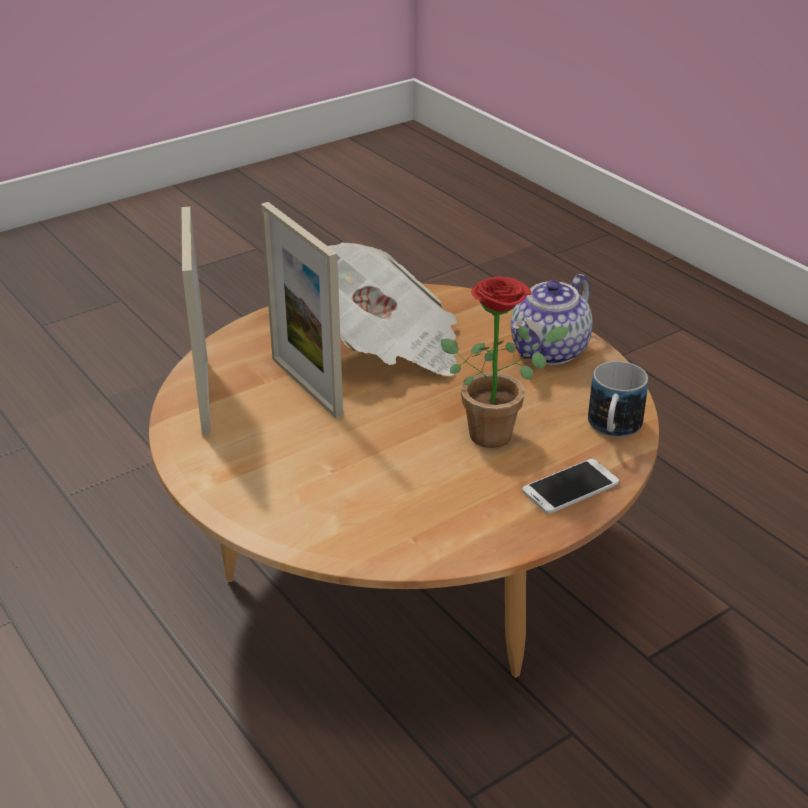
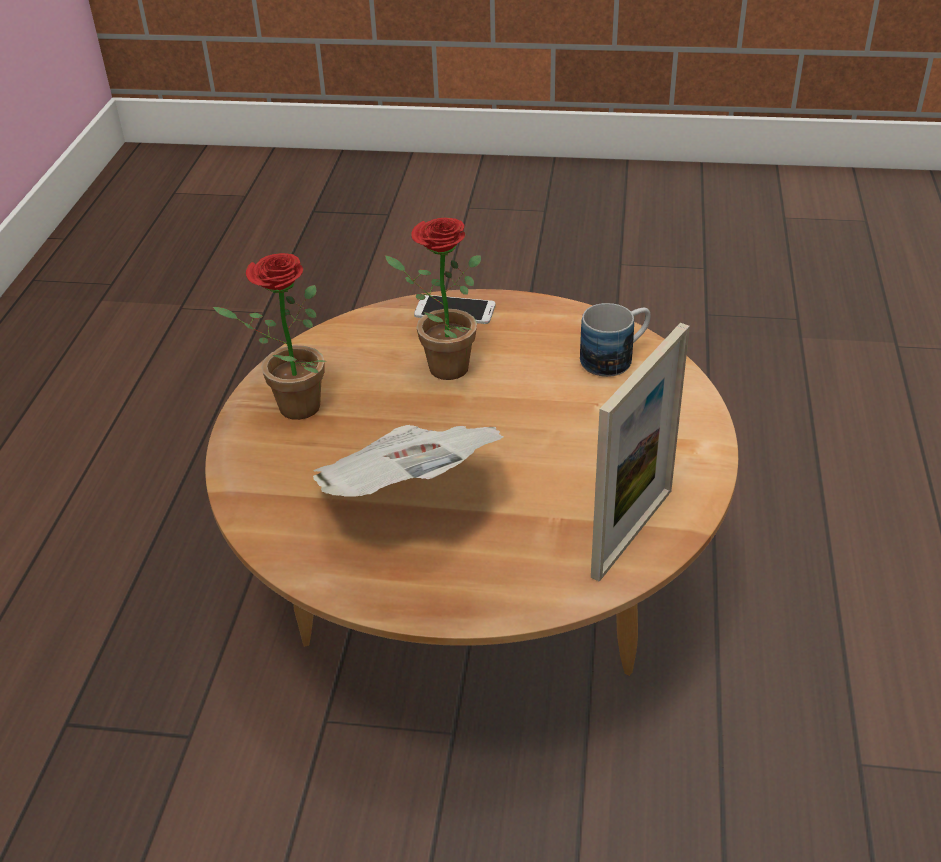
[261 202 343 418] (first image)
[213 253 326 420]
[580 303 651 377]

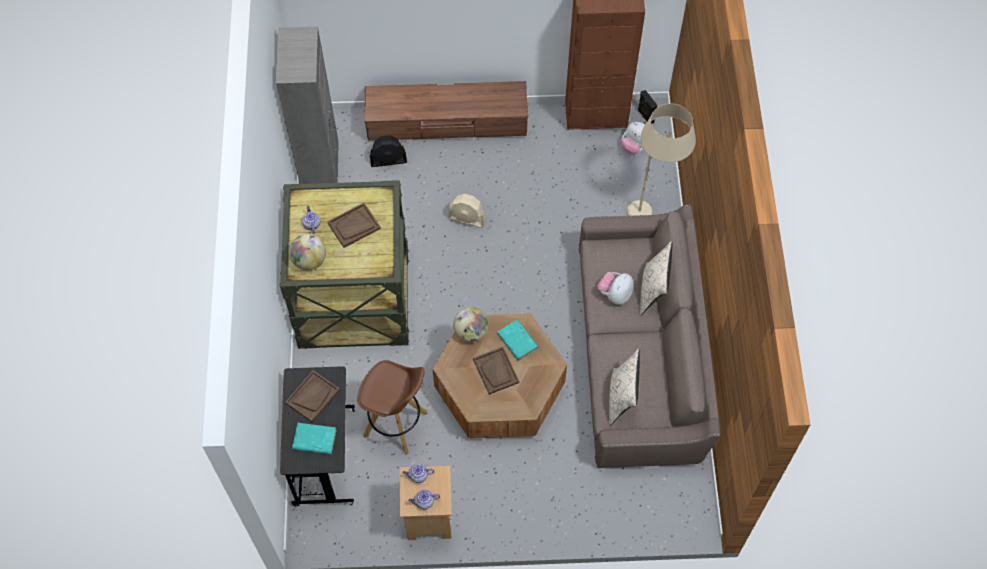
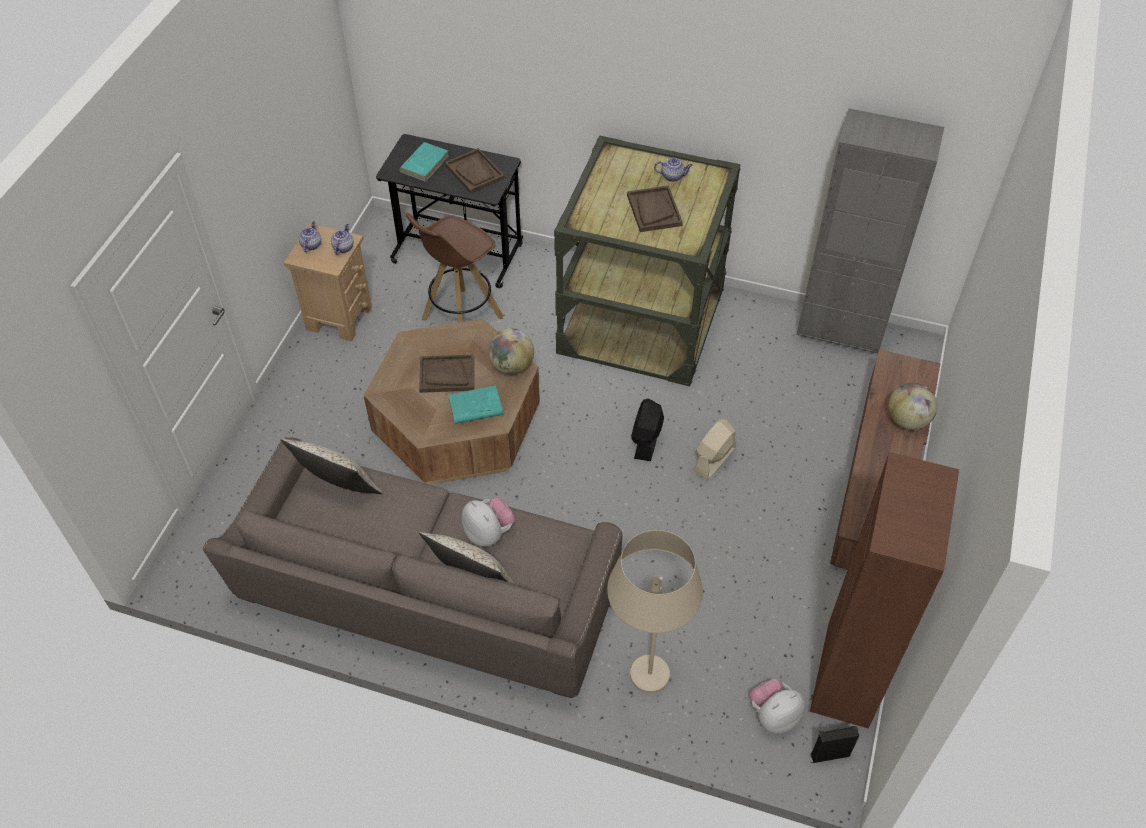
[888 383 937 430]
[631 398 664 461]

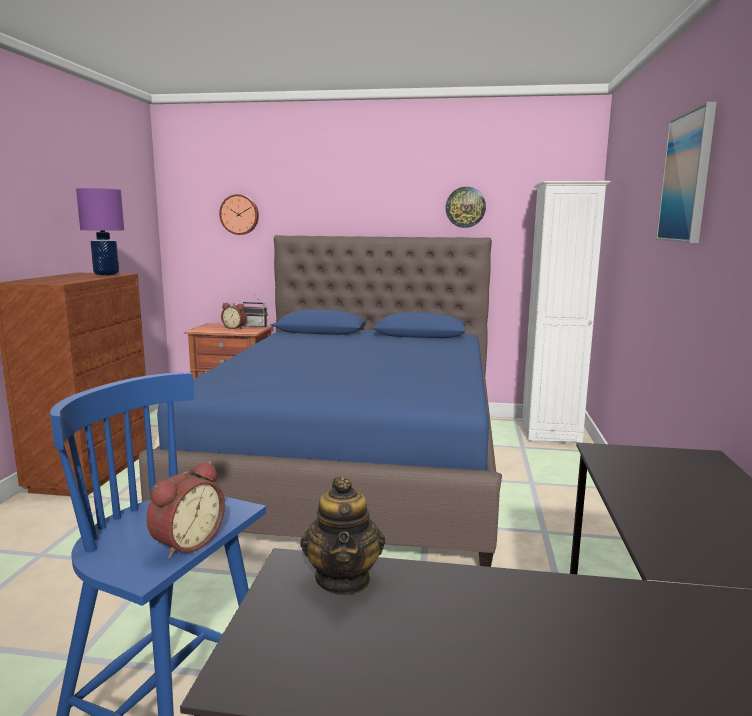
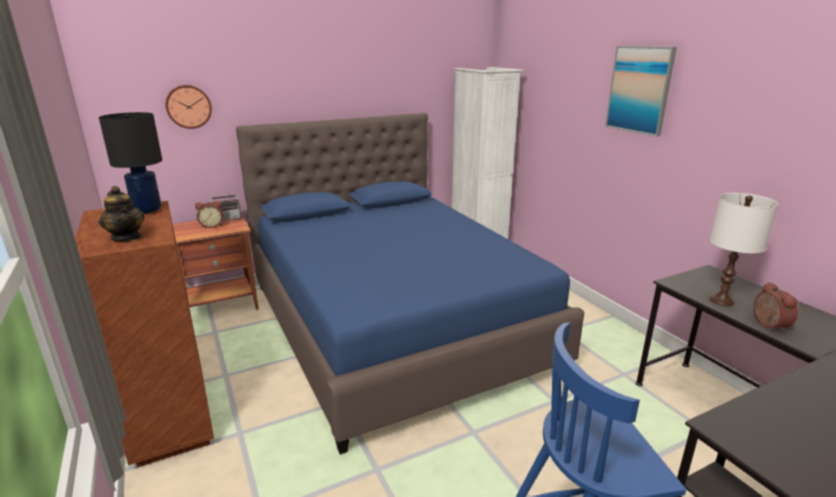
[99 112 162 214]
[754 282 798 333]
[99 186 144 241]
[445 187 486 228] (first image)
[710 193 778 306]

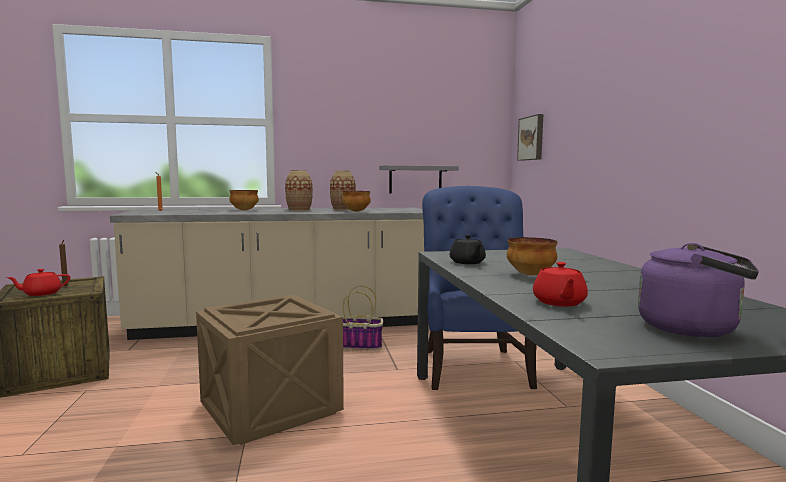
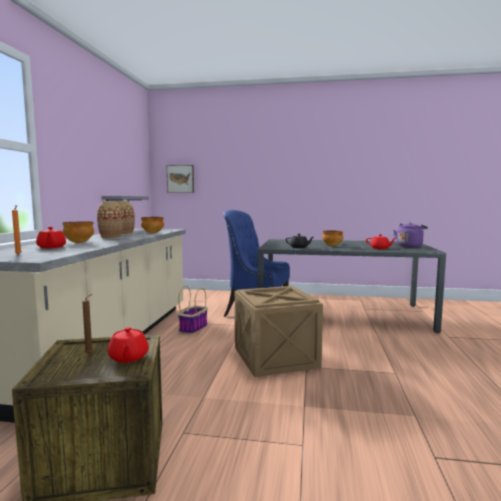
[36 227 66 248]

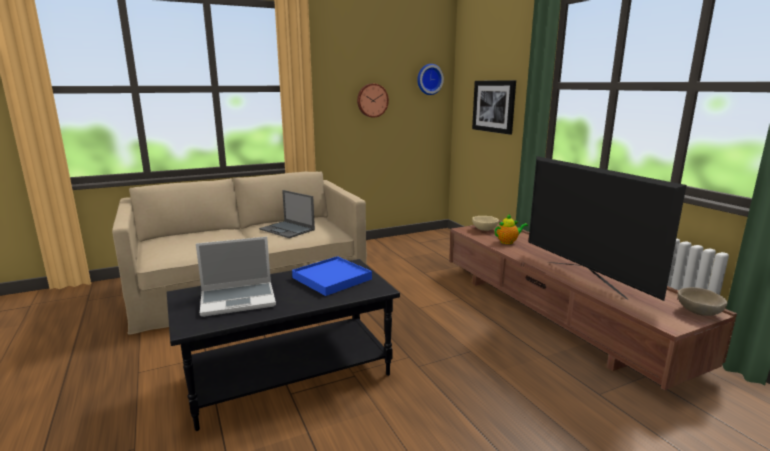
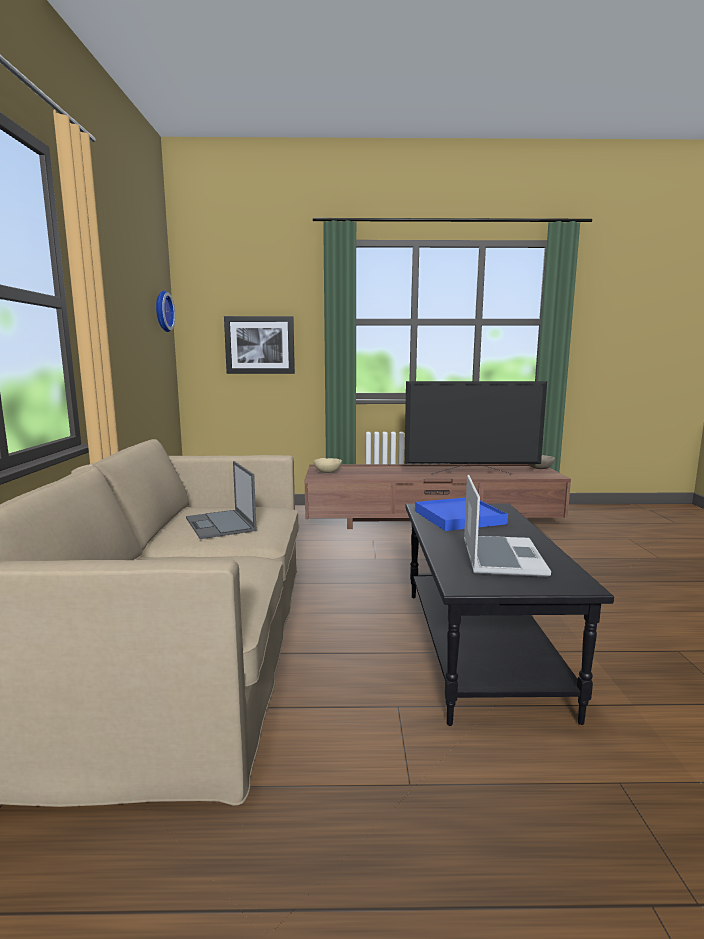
[186 461 256 539]
[357 84 389 118] (first image)
[494 214 528 244] (first image)

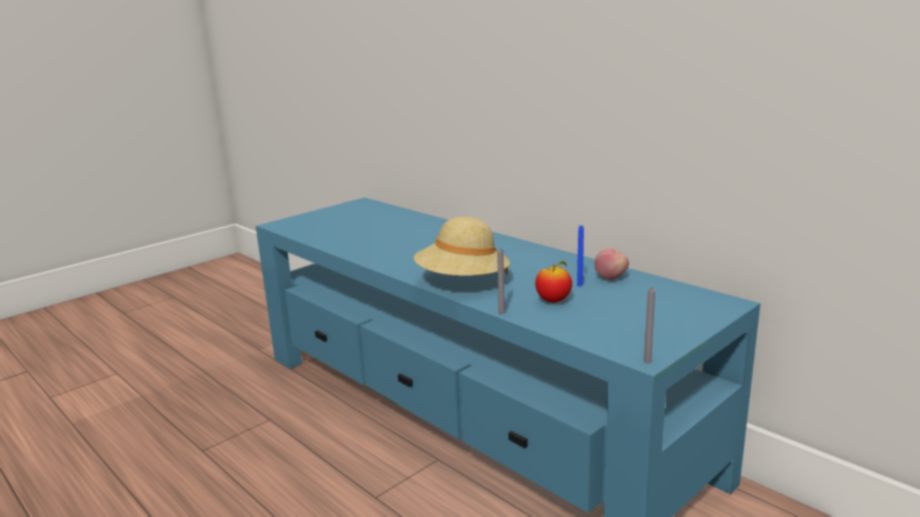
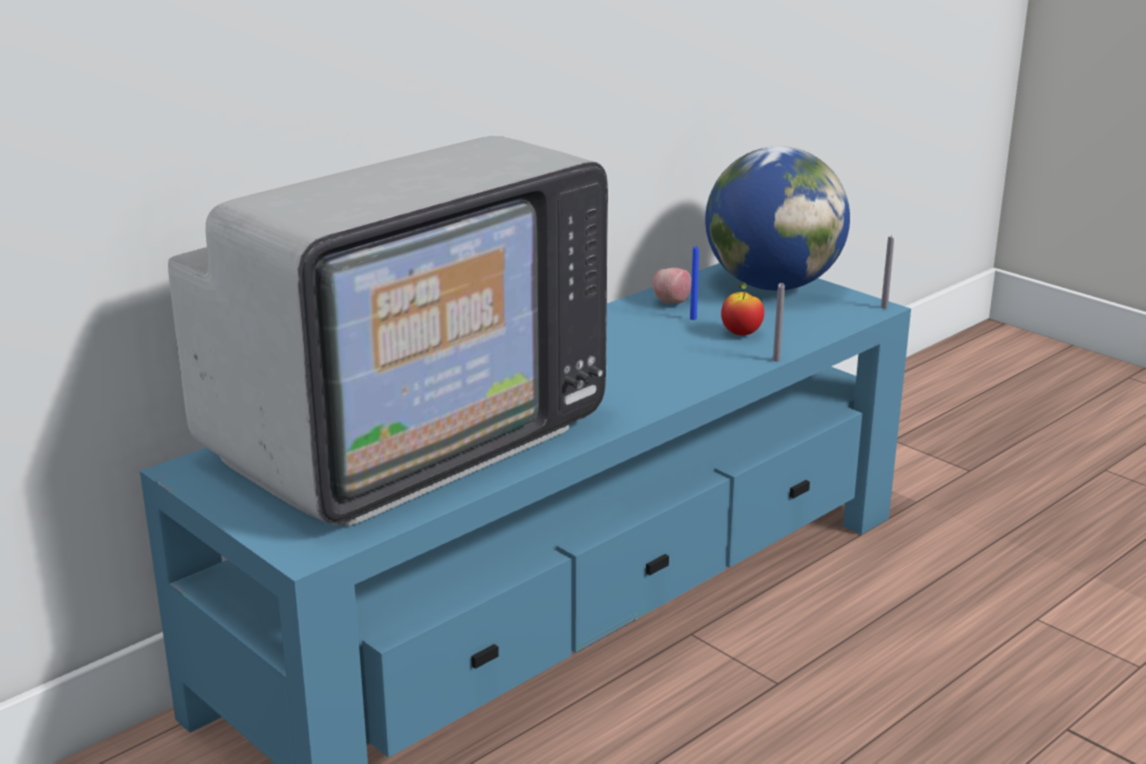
[414 217 510 276] (first image)
[168 136 608 526]
[705 146 850 291]

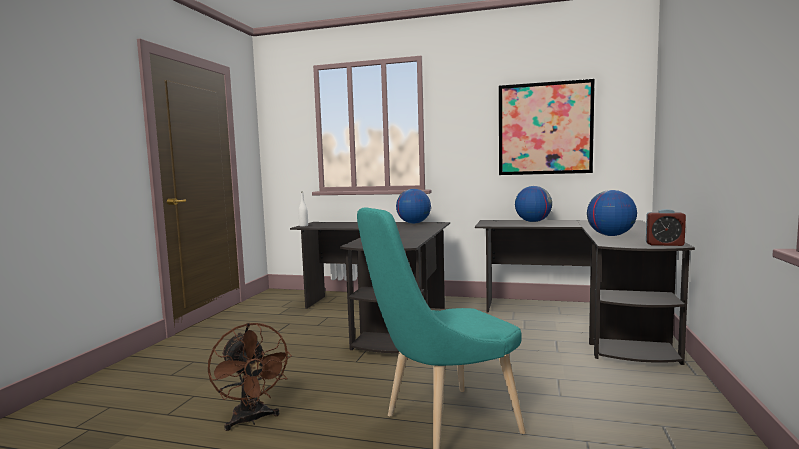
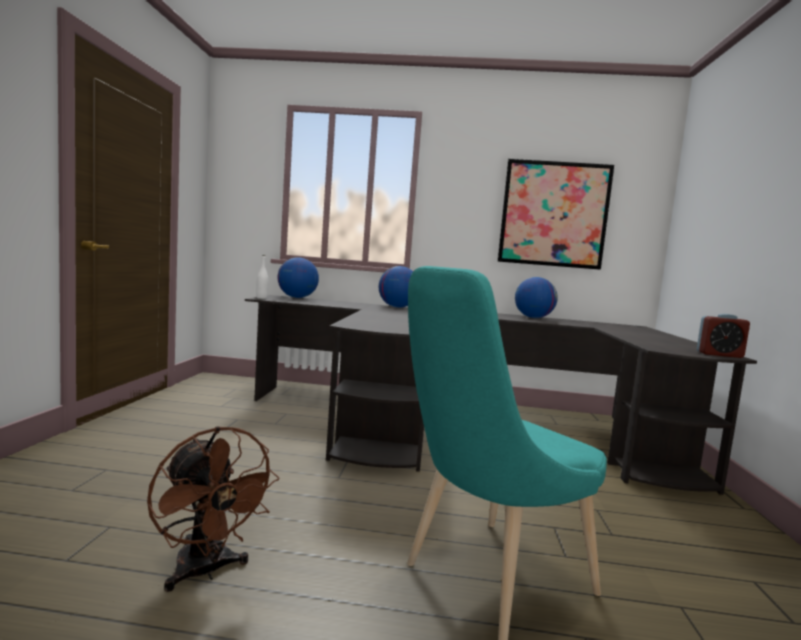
[278 257 319 298]

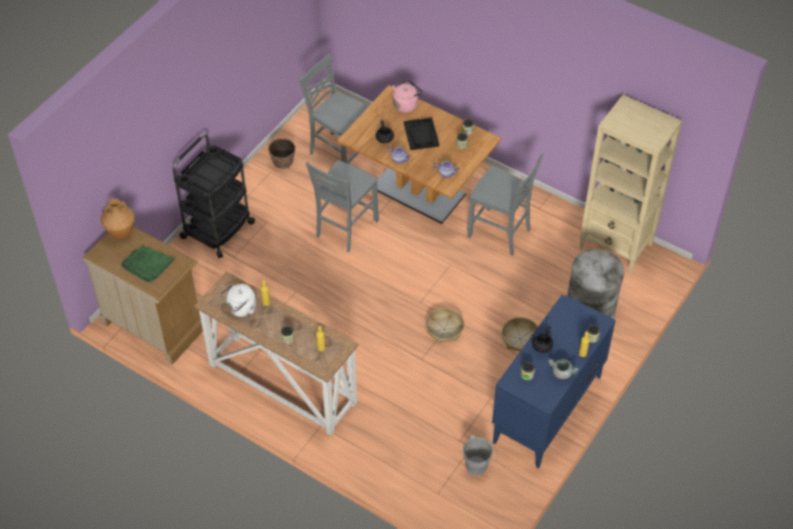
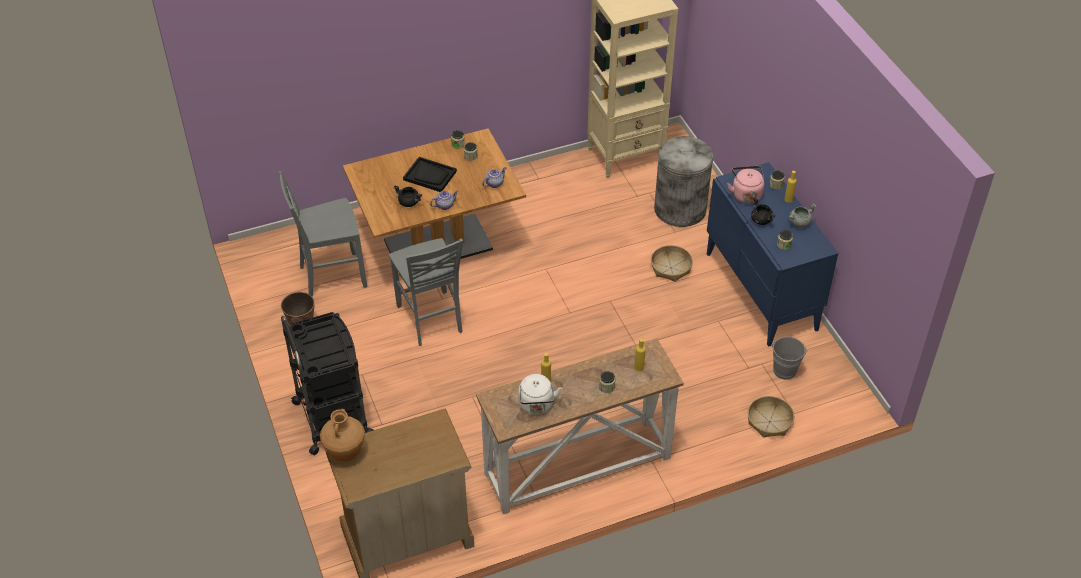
[121 245 175 282] (first image)
[727 166 764 204]
[748 396 794 438]
[467 153 544 256] (first image)

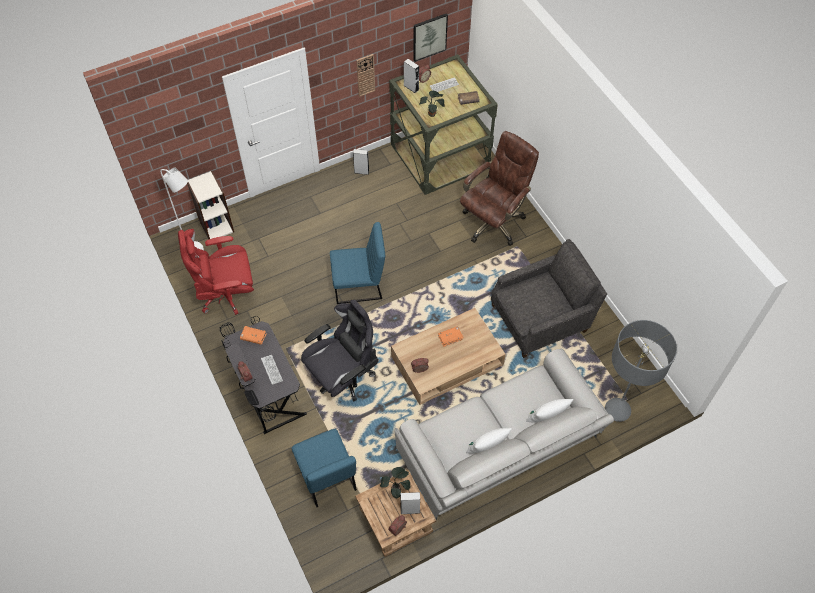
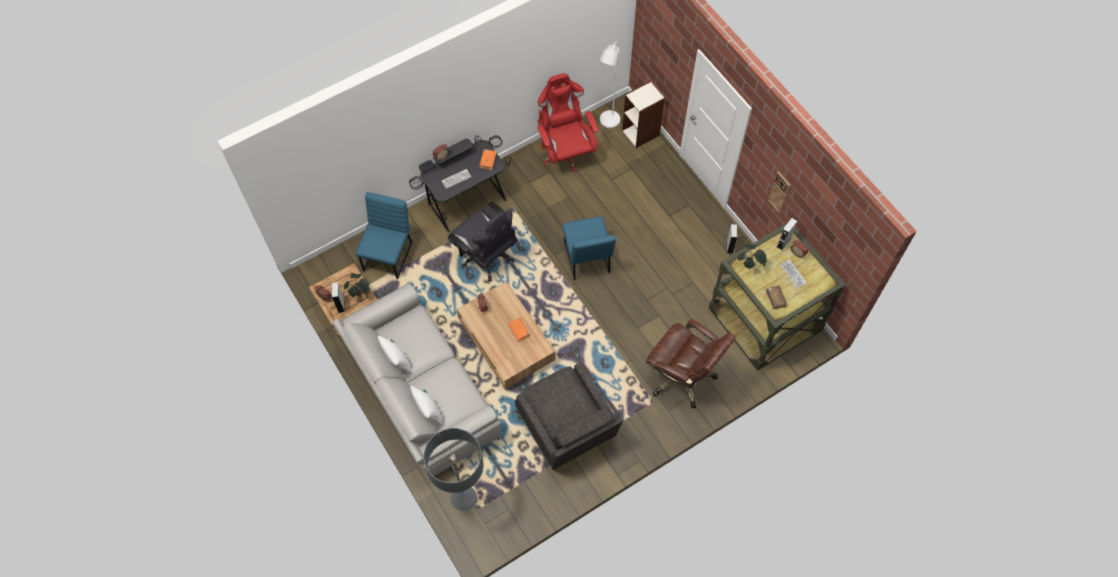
[355 192 412 279]
[413 13 448 62] (first image)

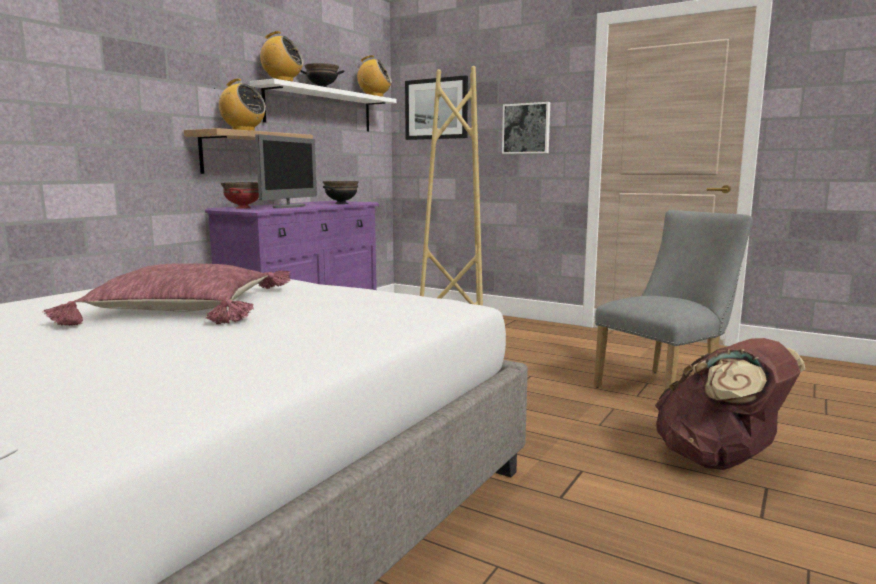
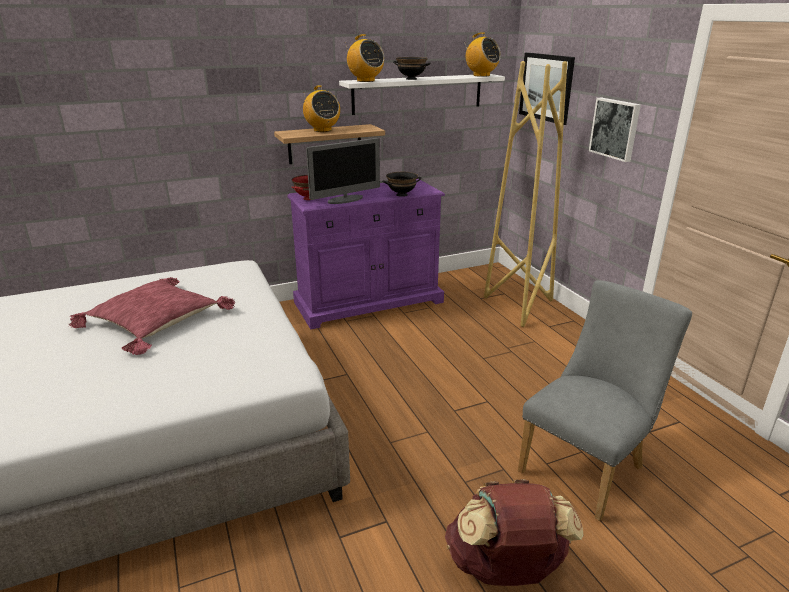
[518 280 692 521]

